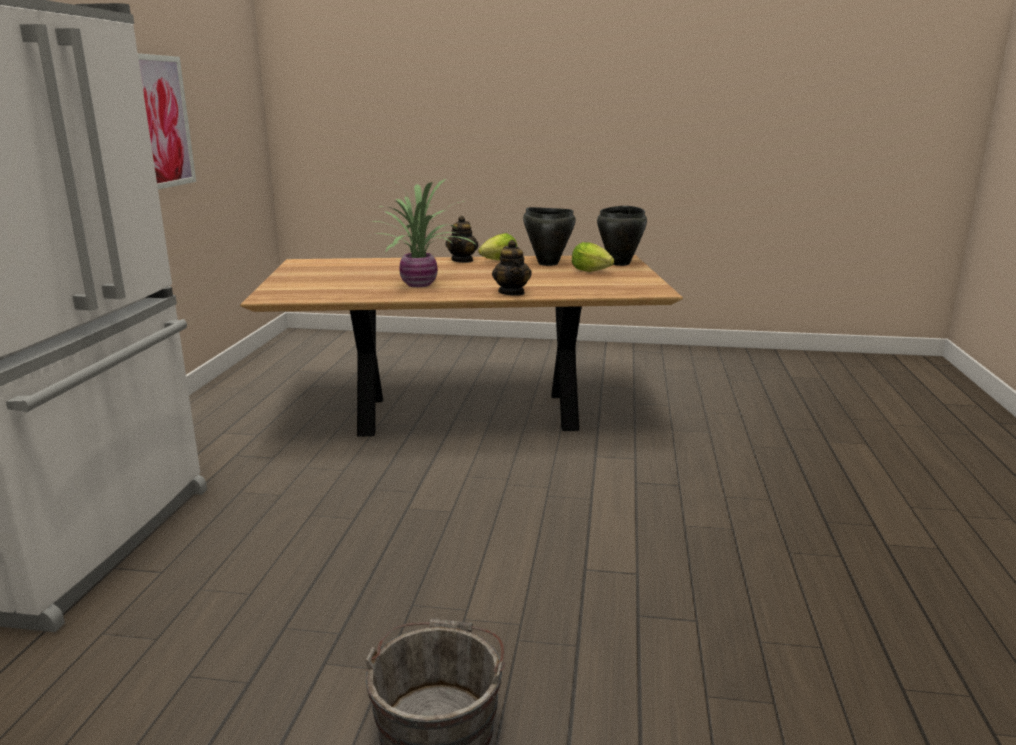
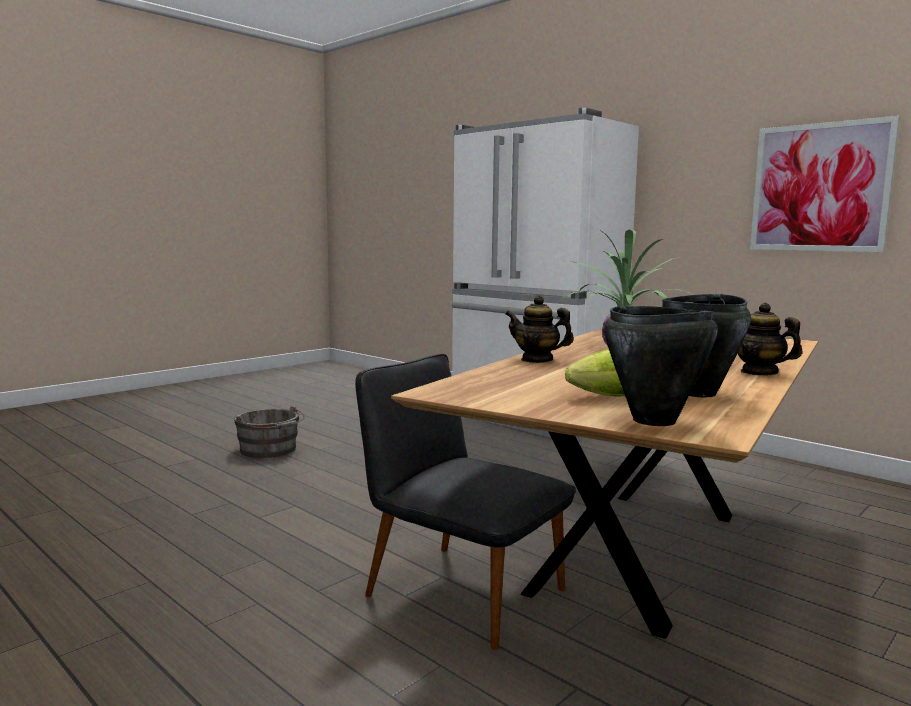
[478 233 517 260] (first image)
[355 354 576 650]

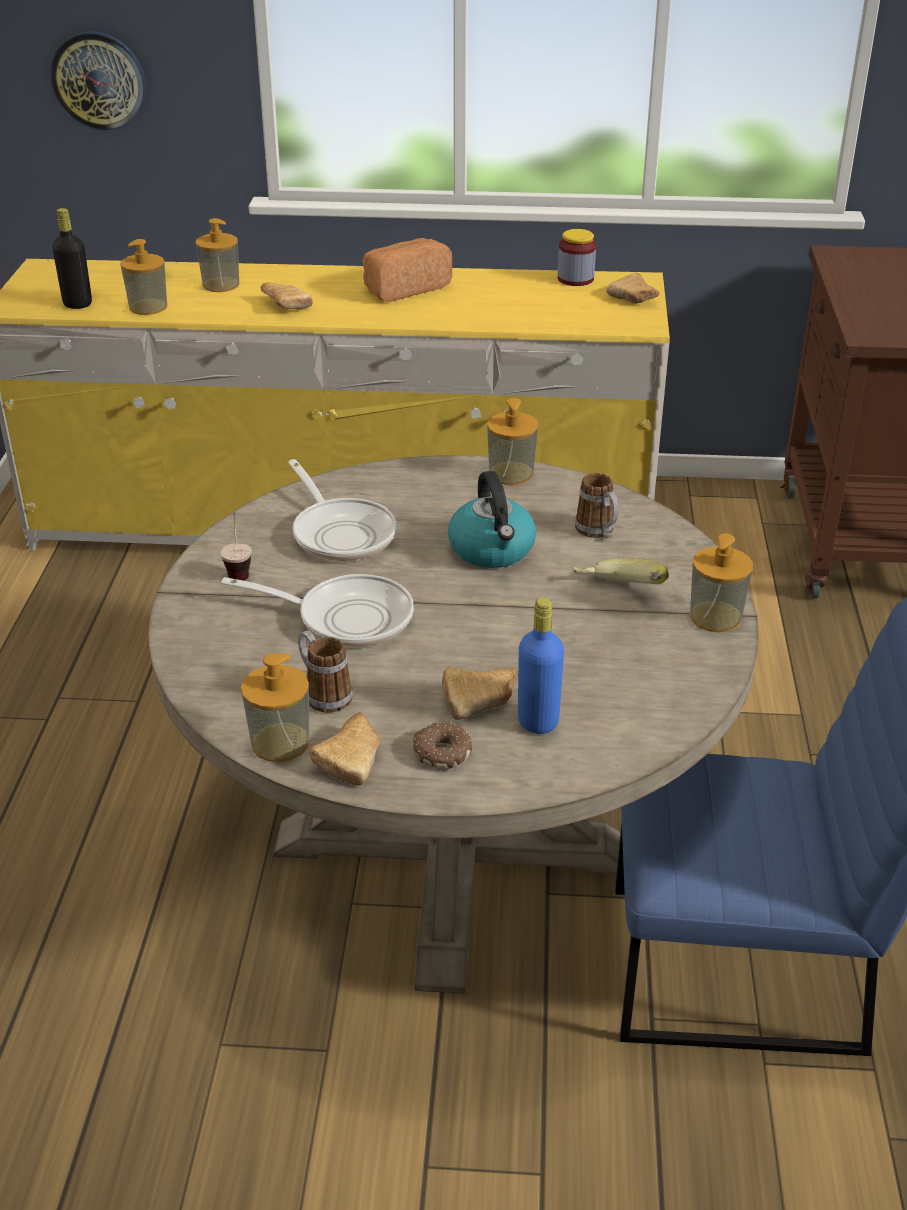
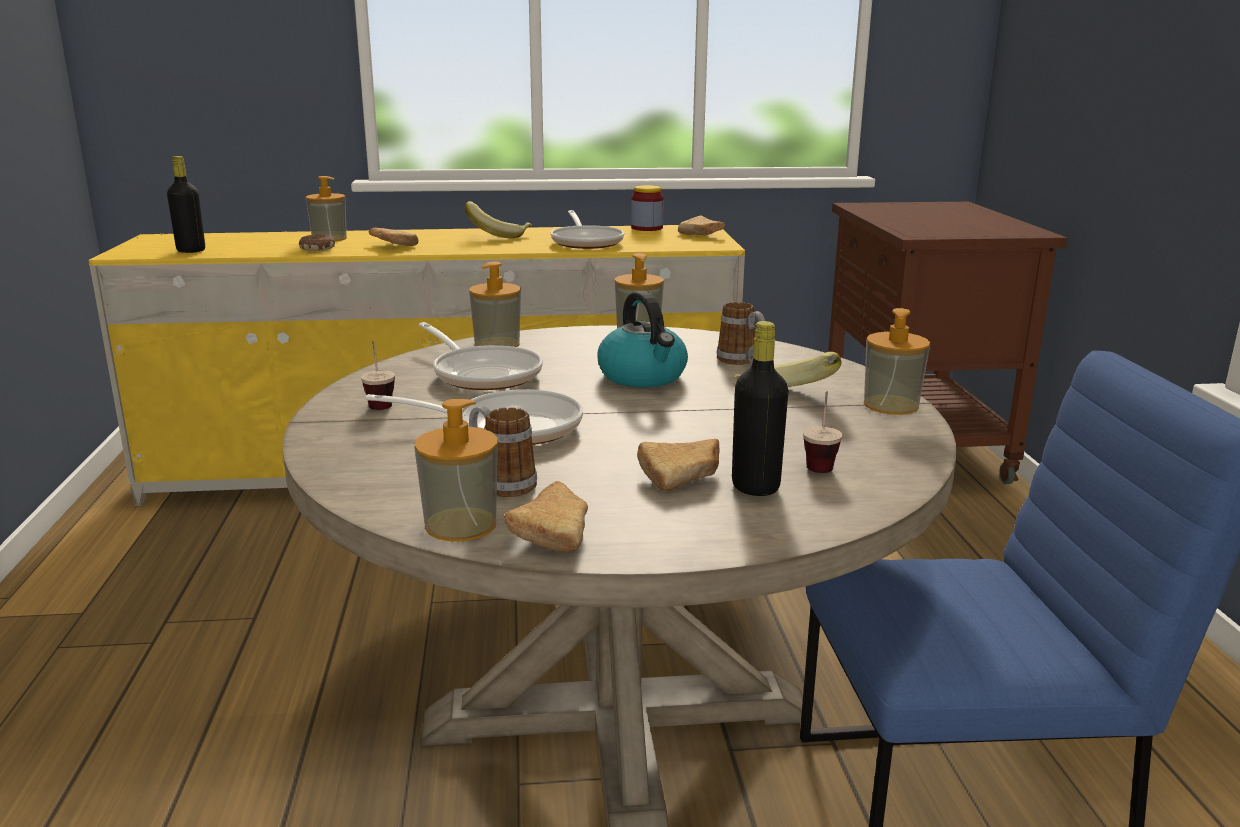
[50 31 146 131] (first image)
[469 262 521 347]
[465 201 532 238]
[299 234 335 251]
[732 321 788 496]
[551 210 624 249]
[803 391 843 473]

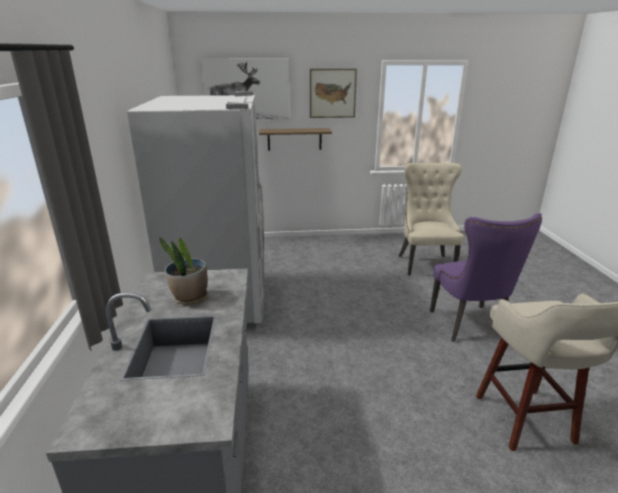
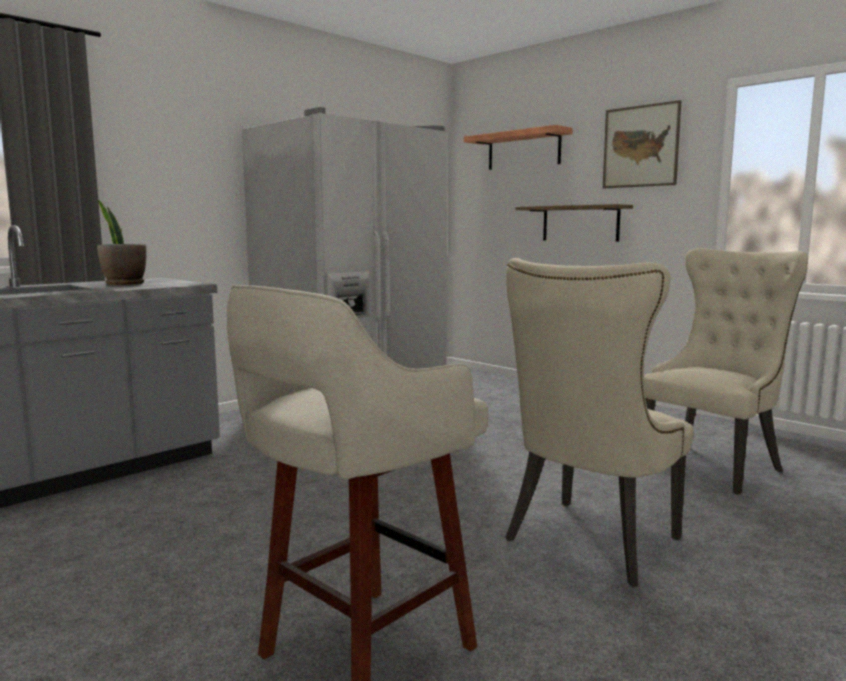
[464 125 573 170]
[505 258 694 587]

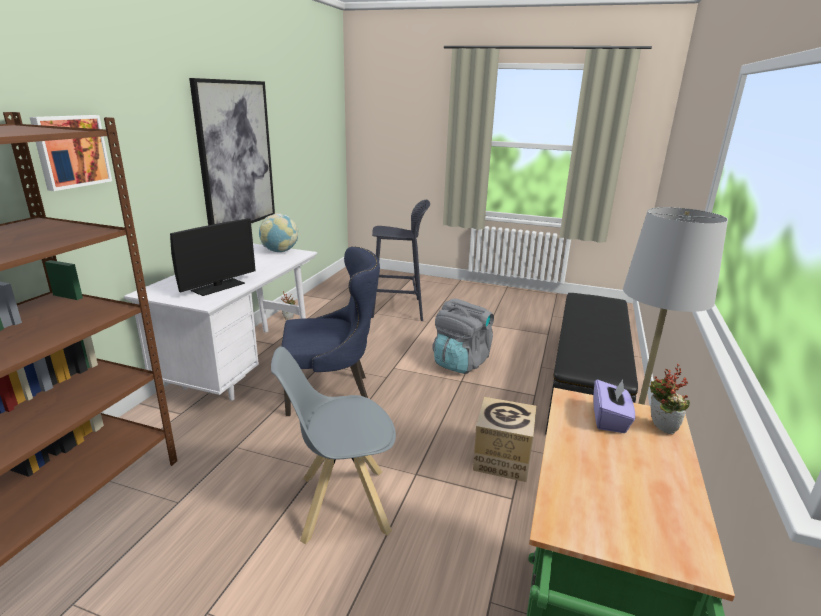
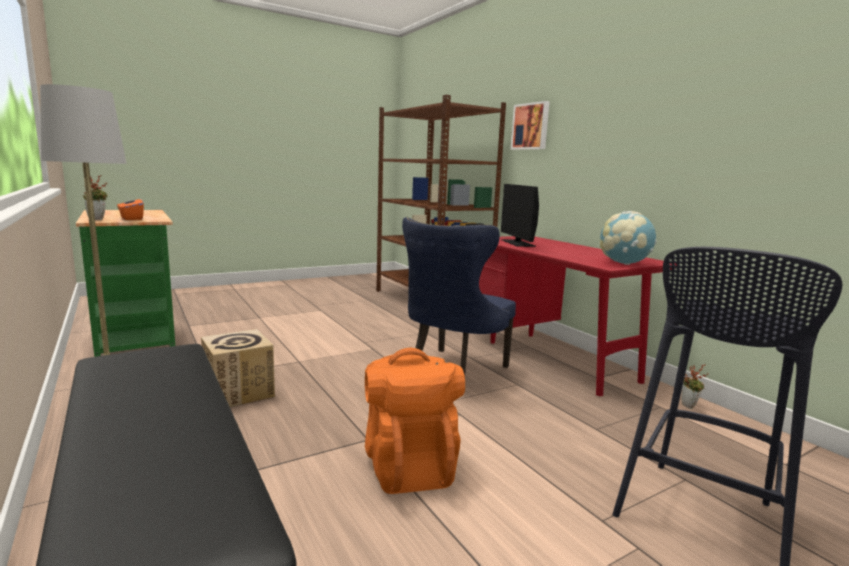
[479 236 677 396]
[189 78 275 225] (first image)
[271 347 396 544] (first image)
[365 348 465 494]
[117 195 144 220]

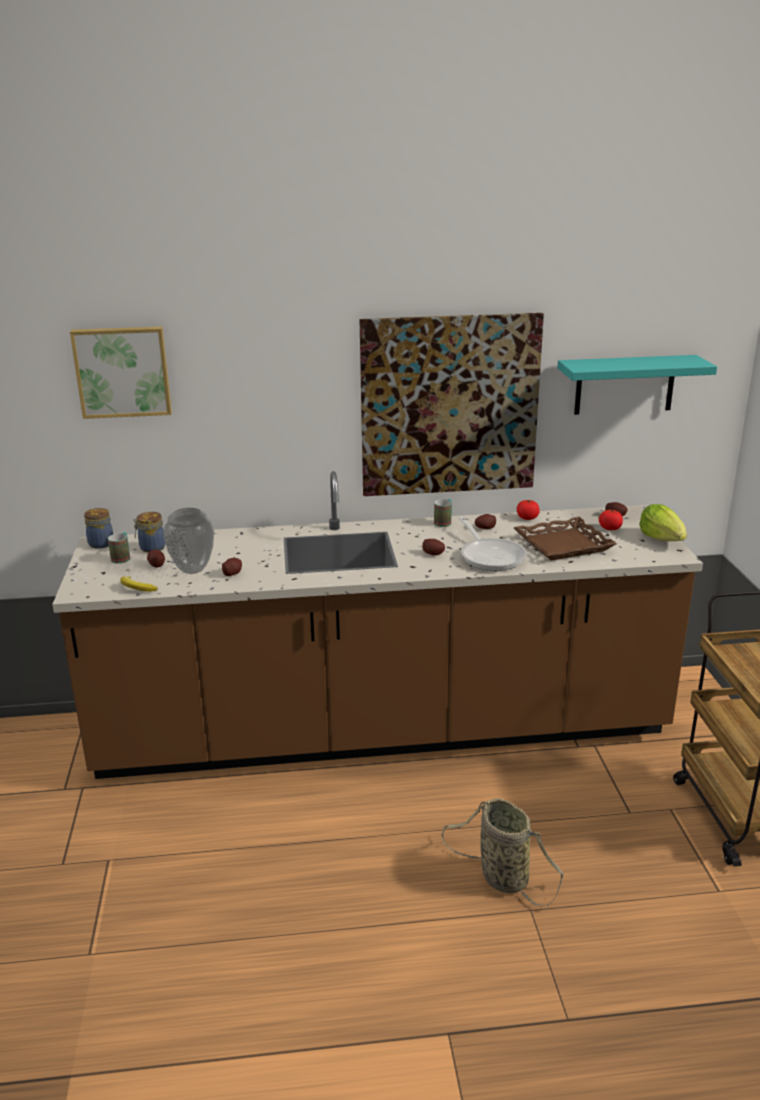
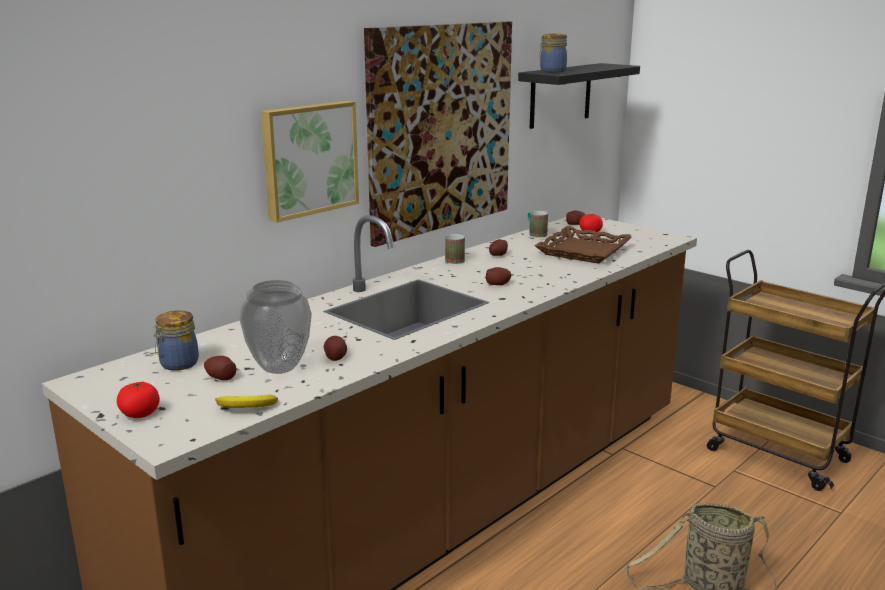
[261 101 359 223]
[539 33 567 73]
[527 211 548 238]
[459 517 527 571] (first image)
[117 381 160 418]
[518 63 640 129]
[639 504 687 541] (first image)

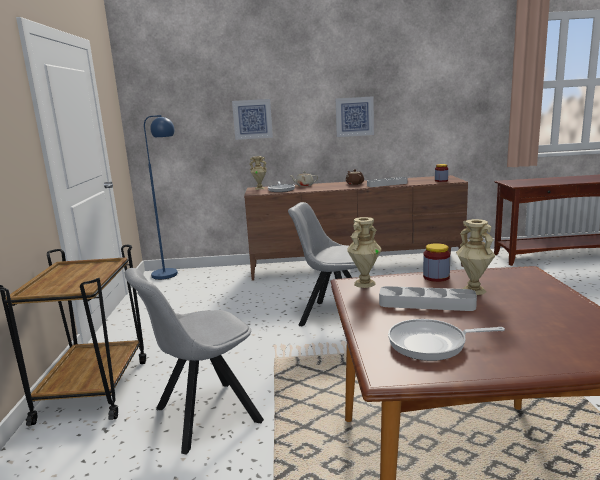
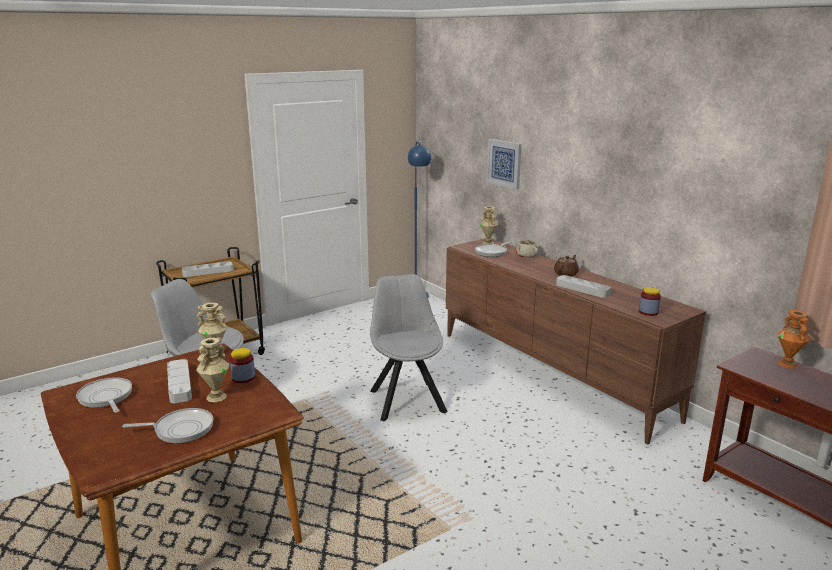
[336 96 374 137] (first image)
[122 408 213 443]
[182 261 233 277]
[777 310 809 369]

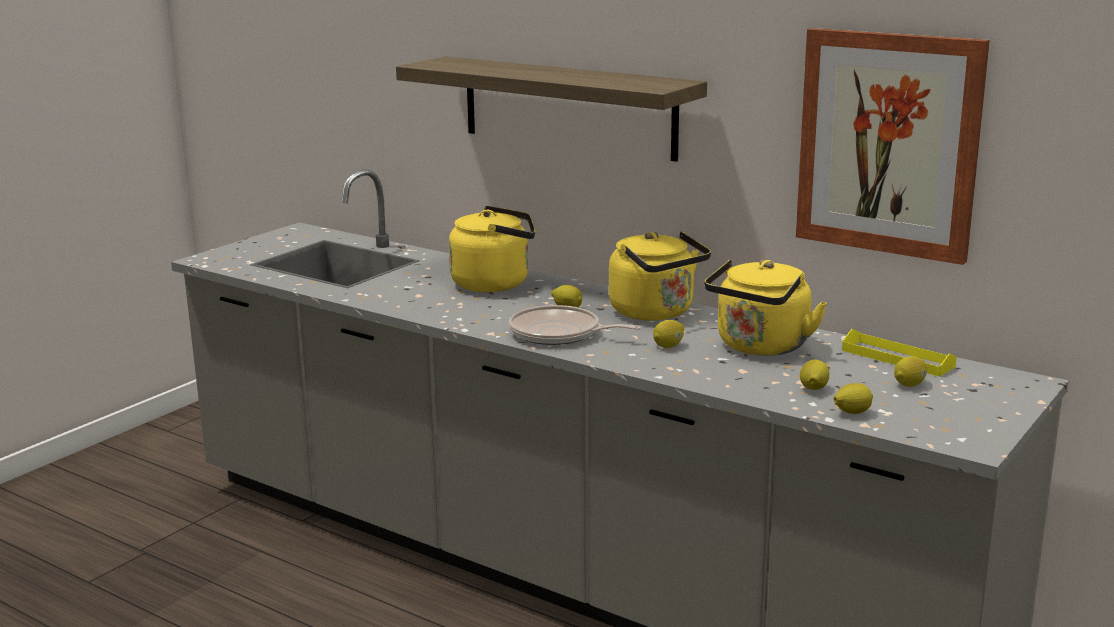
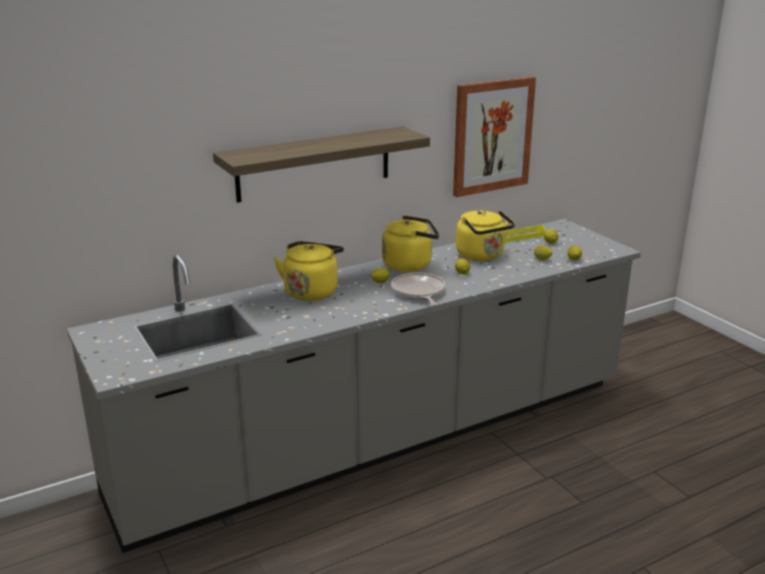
[391 273 446 306]

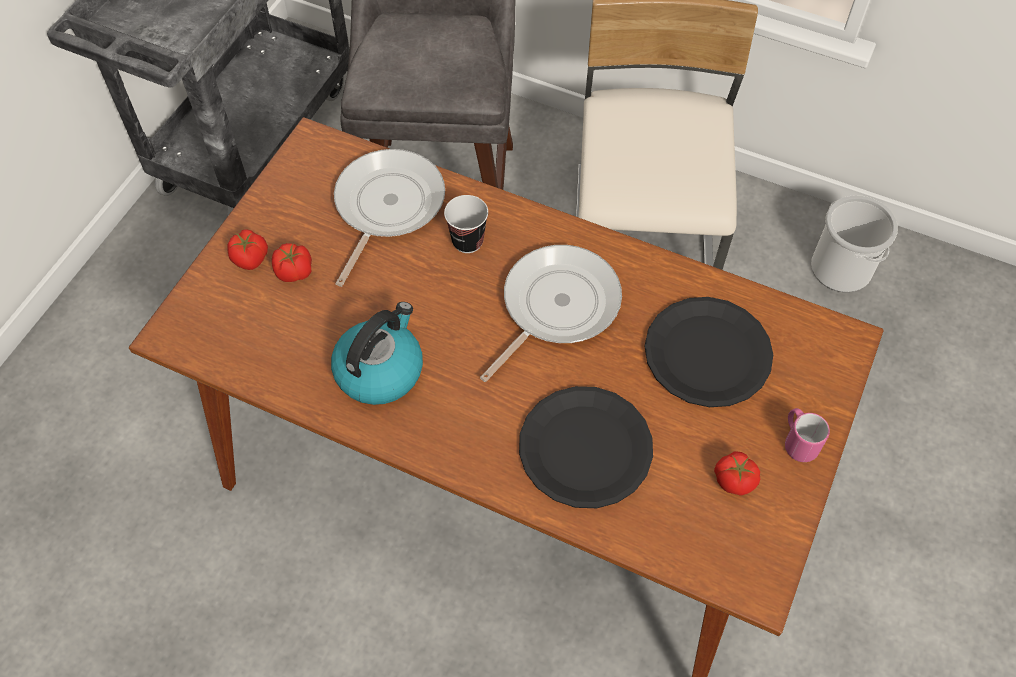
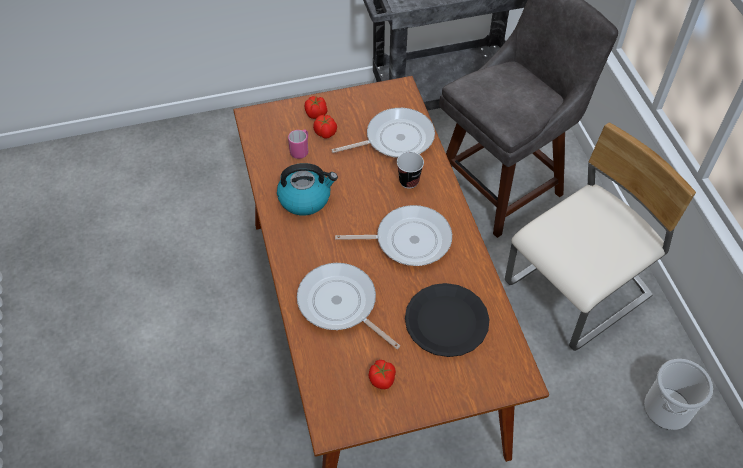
[297 263 400 349]
[288 129 309 159]

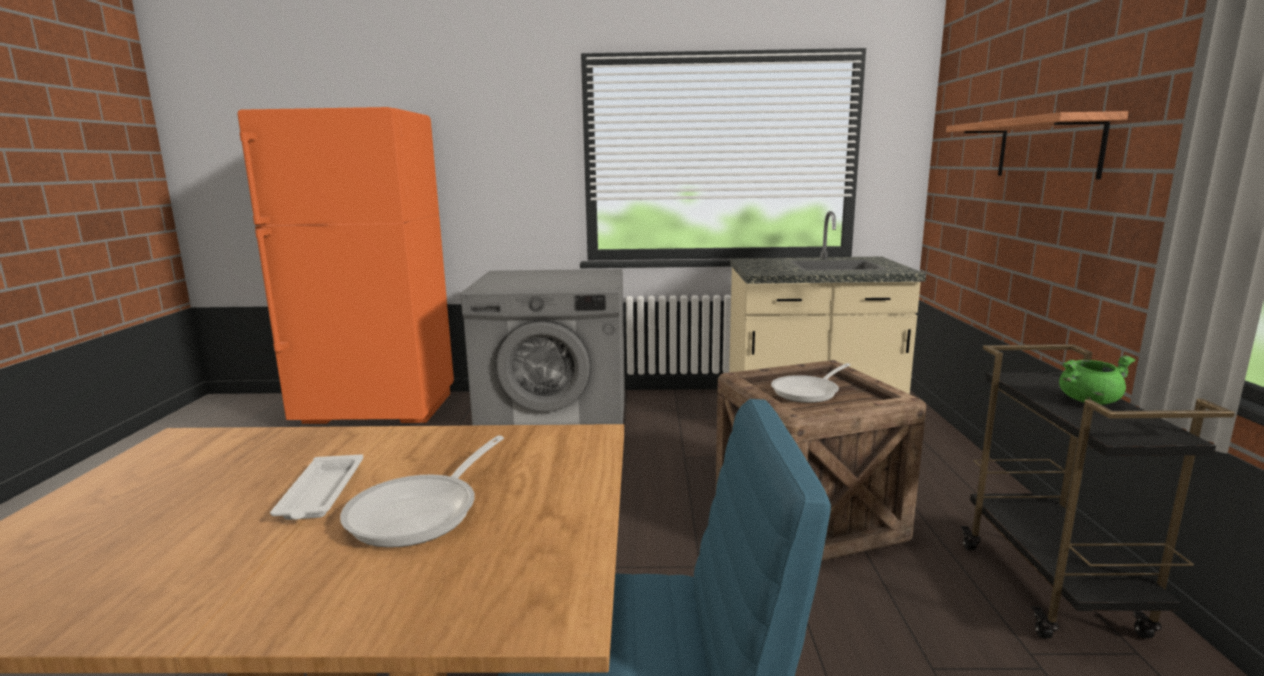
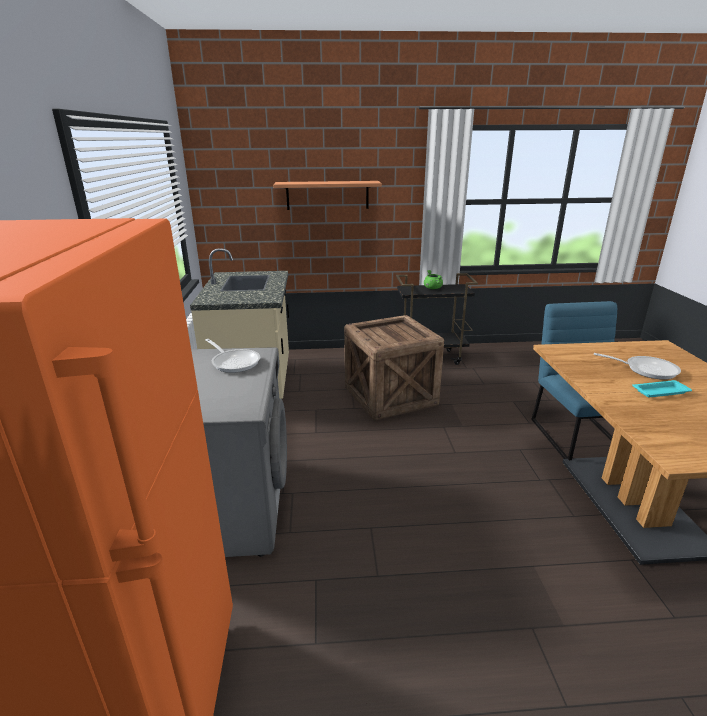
[632 380 692 398]
[206 339 260 373]

